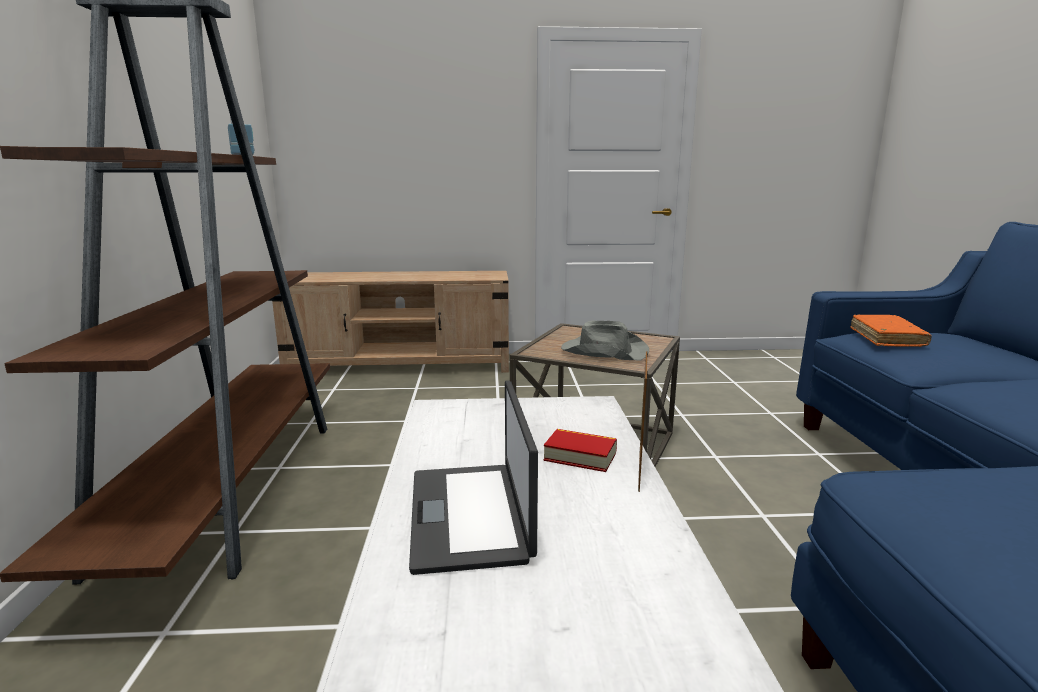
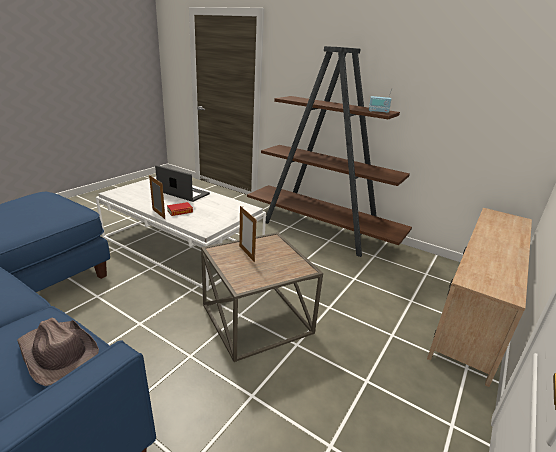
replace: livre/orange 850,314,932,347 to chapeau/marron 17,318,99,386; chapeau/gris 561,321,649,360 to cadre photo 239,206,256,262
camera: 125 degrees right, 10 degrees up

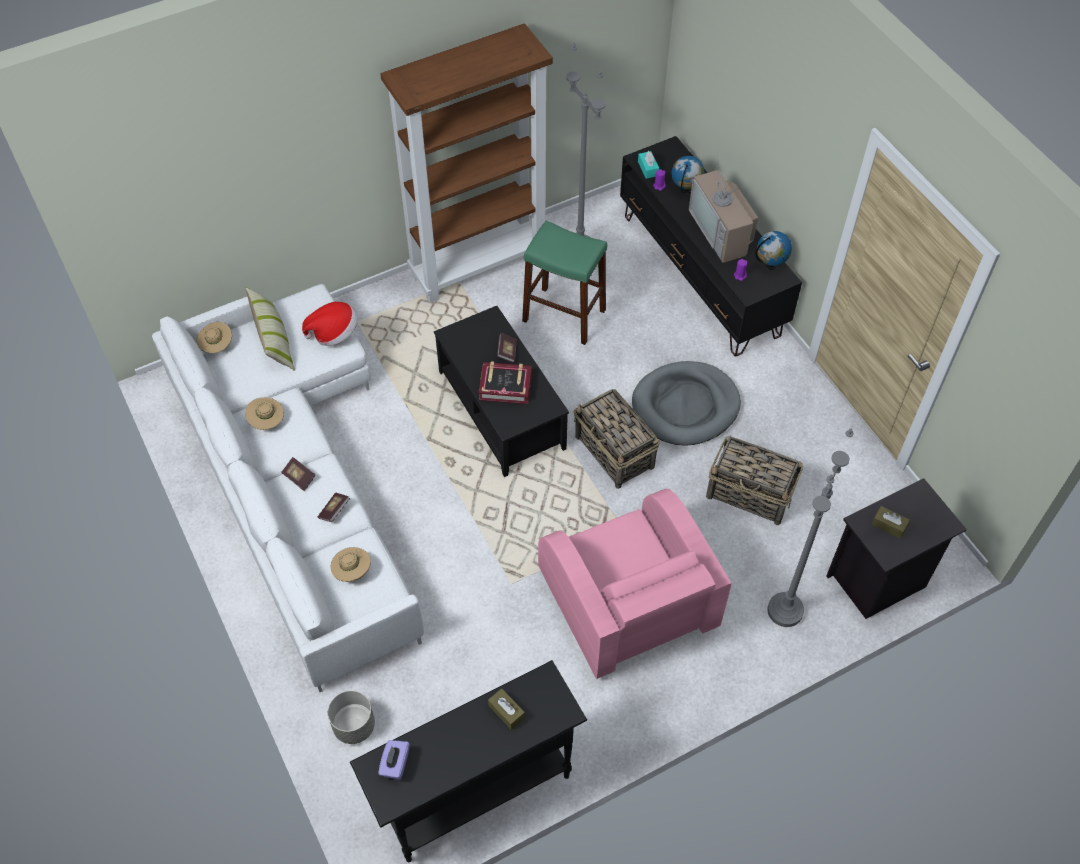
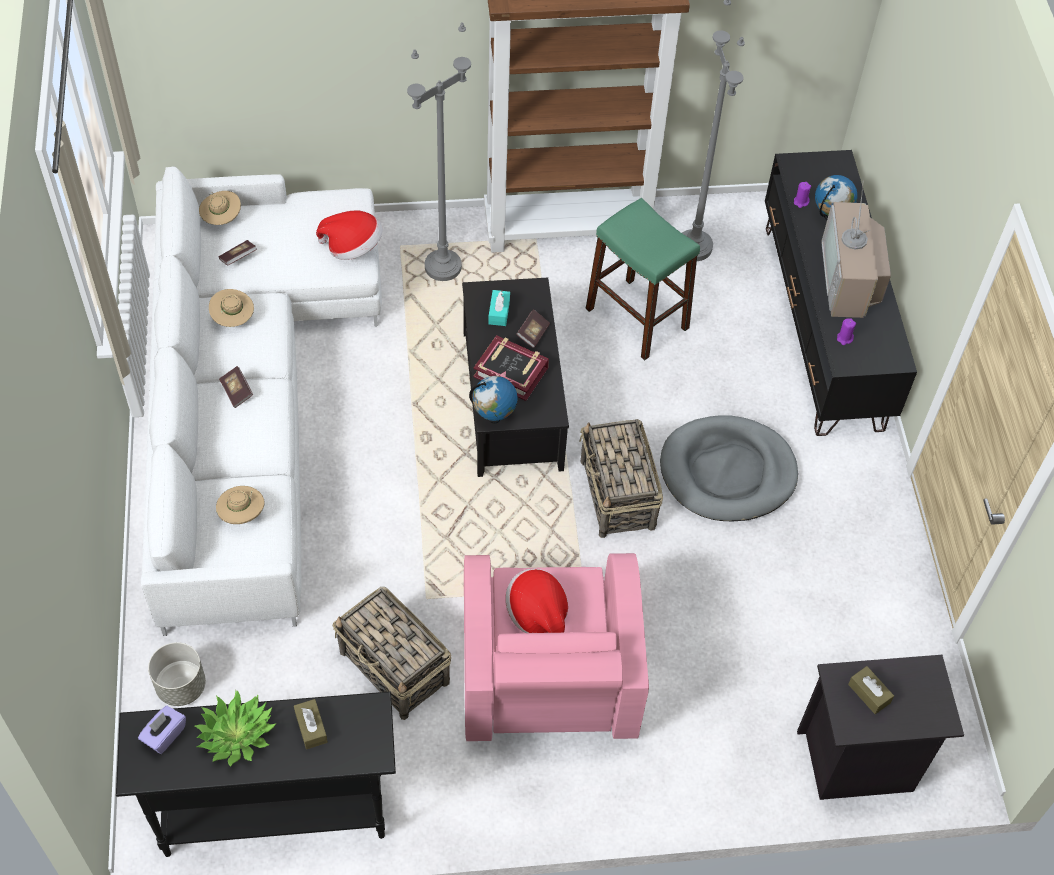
delete: coussin 245,287,295,371
insert: plante en pot 195,690,276,767; chapeau 505,568,568,633
move: livre 318,493,350,522 to 219,240,257,265; panier 706,436,803,525 to 332,587,451,720; lampadaire/gris 767,428,853,627 to 407,22,471,281; globe 755,231,792,270 to 469,376,518,424; boîte à mouchoirs/turquoise 638,151,659,179 to 488,290,510,326
camera: 20 degrees right, 0 degrees up

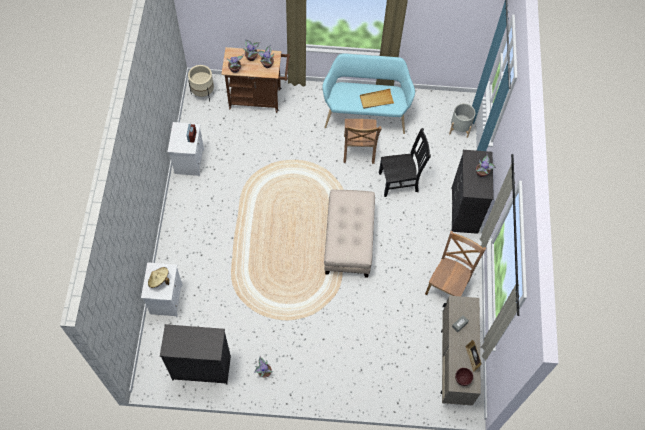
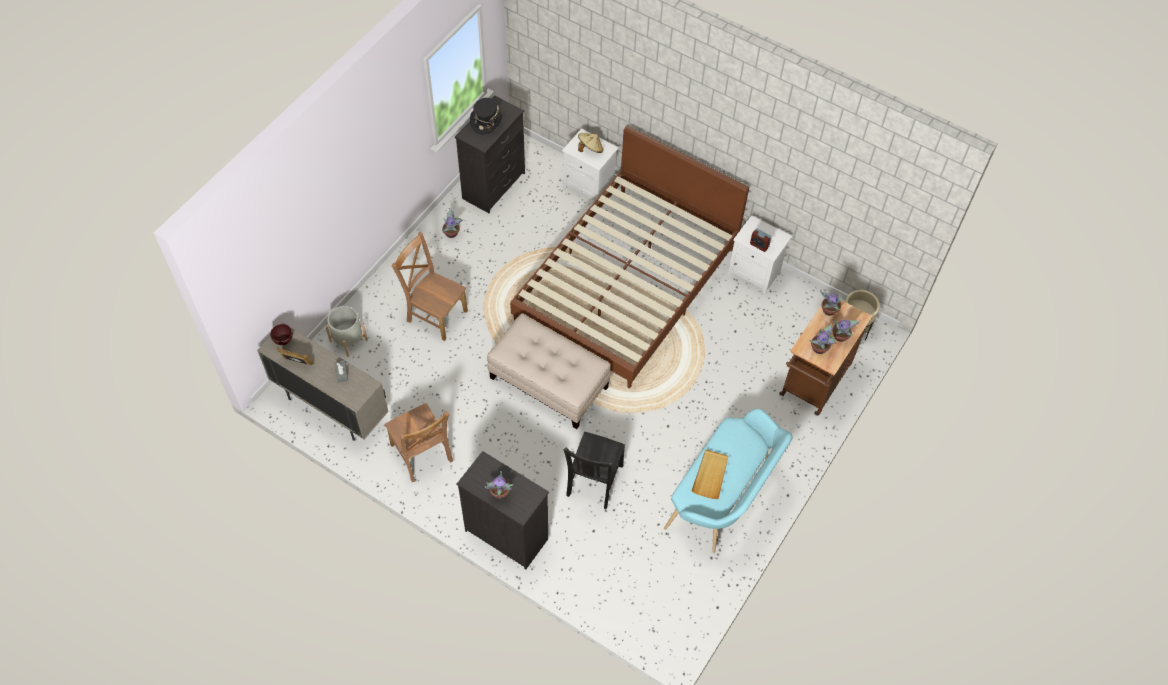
insert: chapeau/noir 470,98,502,135; lit/marron 510,125,749,388
move: cache-pot/gris 449,103,475,138 to 325,306,368,357; chaise/marron 343,119,382,164 to 392,232,468,341
camera: 120 degrees right, 5 degrees down

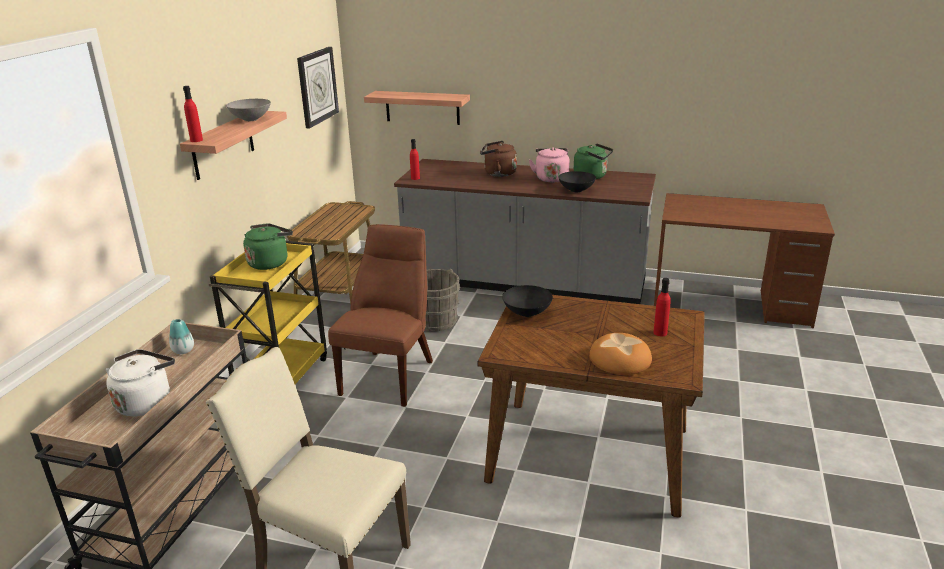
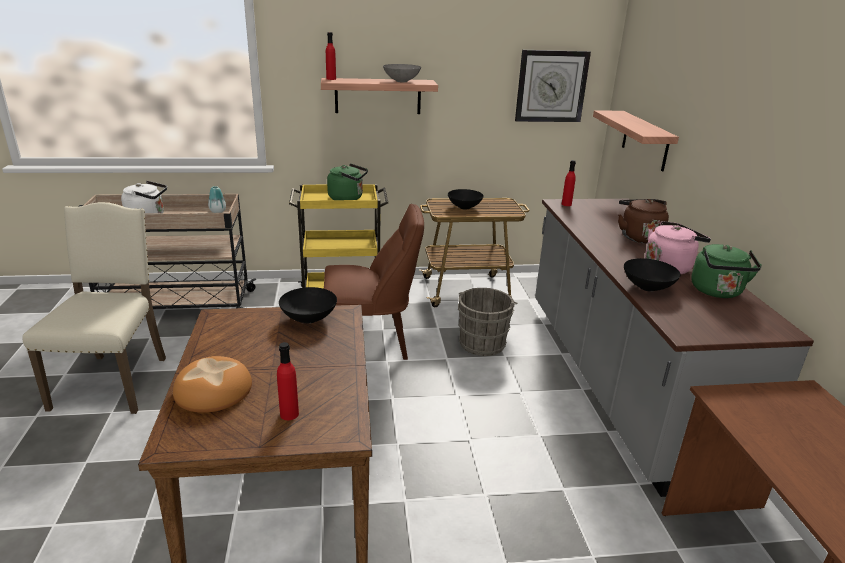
insert: bol/noir 448,189,484,210
camera: 65 degrees right, 0 degrees up

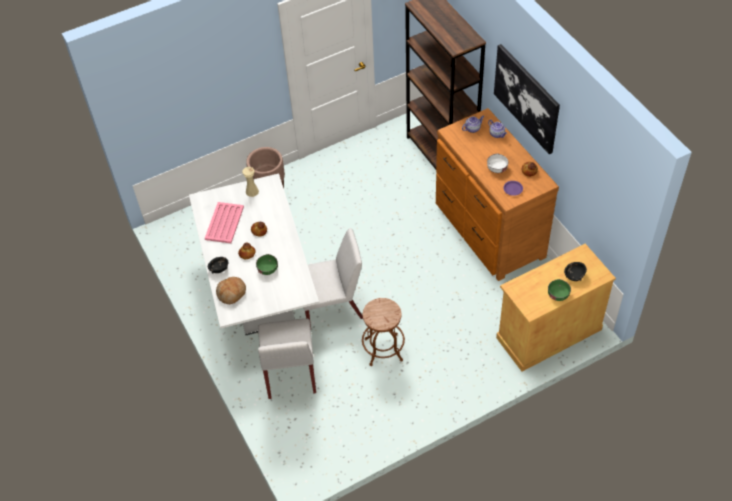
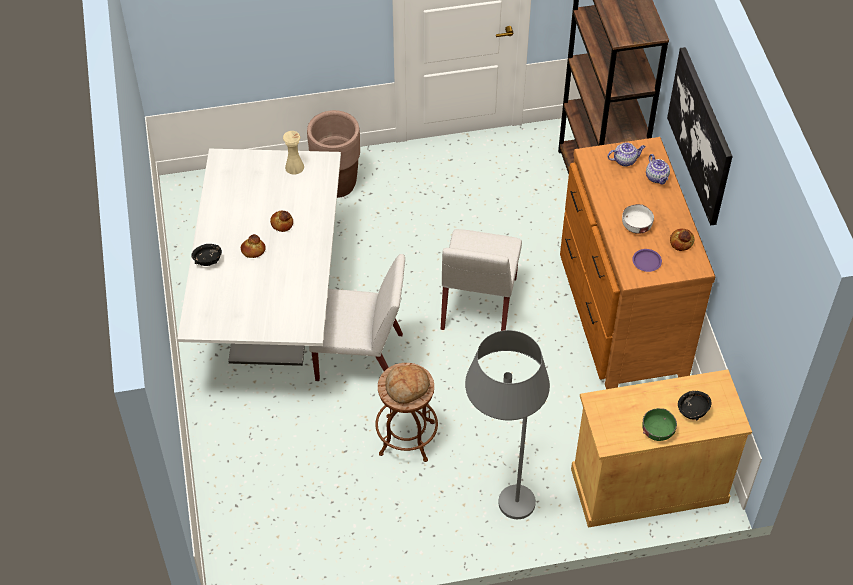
delete: plateau/rose 205,202,244,243; bol/vert 256,254,278,275
insert: lampadaire/gris 465,330,550,519
move: pain 216,277,246,304 to 385,365,430,404; chaise/blanc 258,318,316,399 to 441,229,522,331
camera: 15 degrees right, 0 degrees up

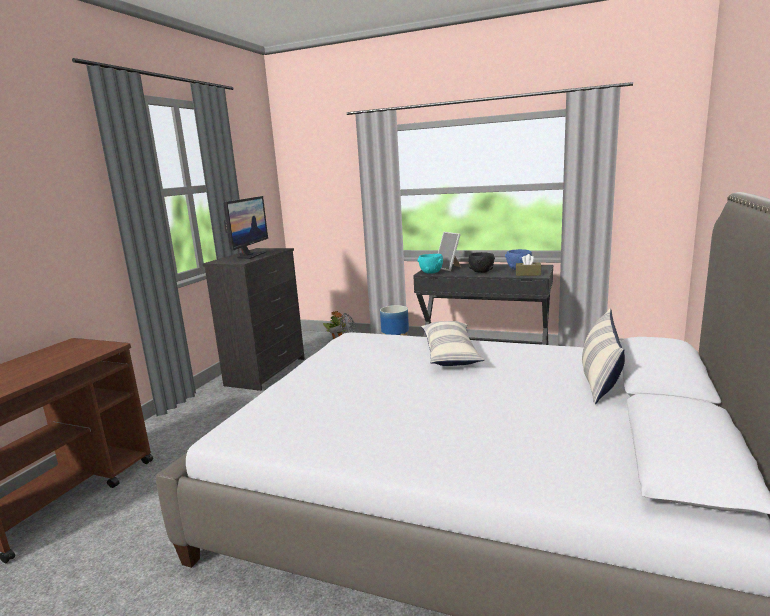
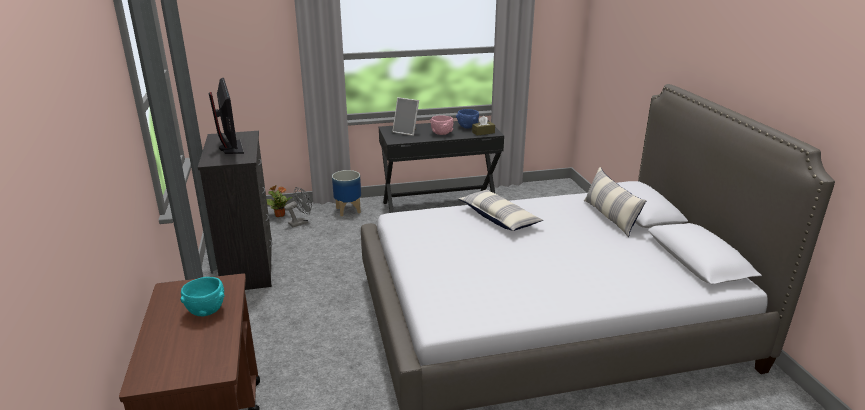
move: bol/turquoise 417,254,443,274 to 180,277,225,316
recolor: bol/noir 468,252,495,273 to bol/rose 430,115,454,135
camera: 35 degrees left, 10 degrees up

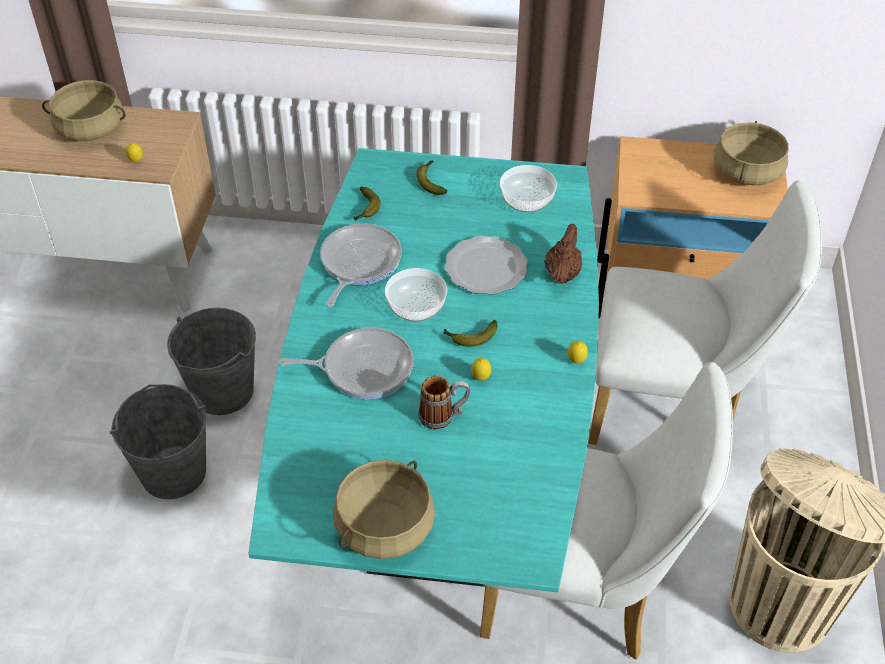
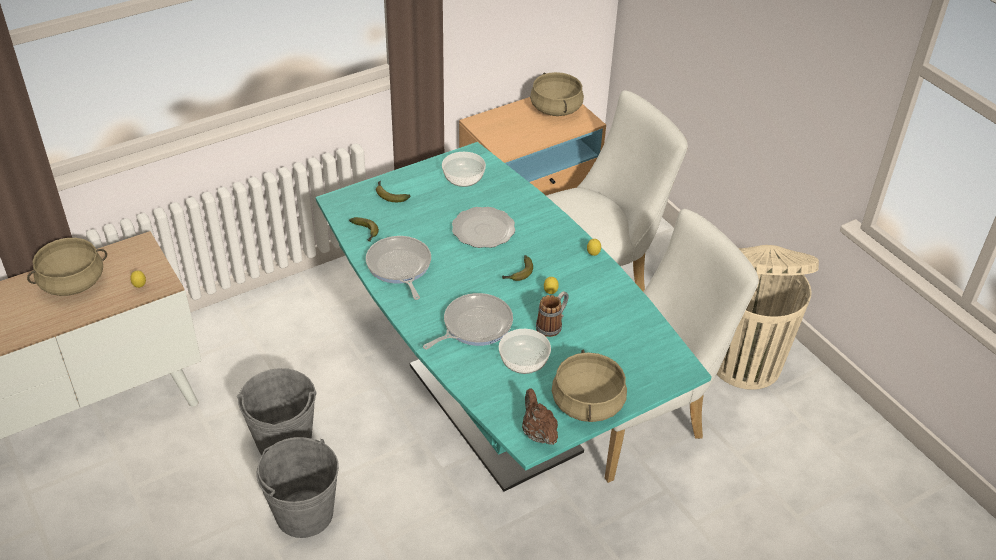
move: bol 385,268,447,322 to 499,329,551,374; théière/marron 544,224,583,284 to 522,388,558,445
camera: 40 degrees left, 5 degrees down

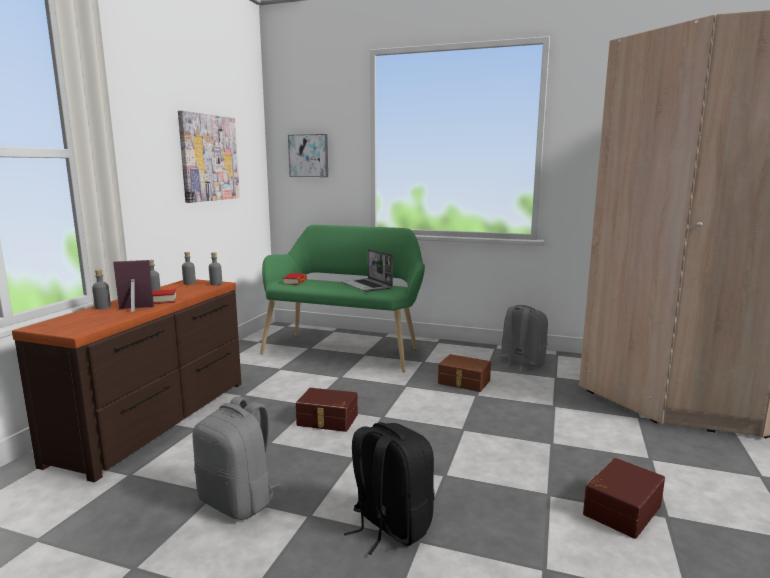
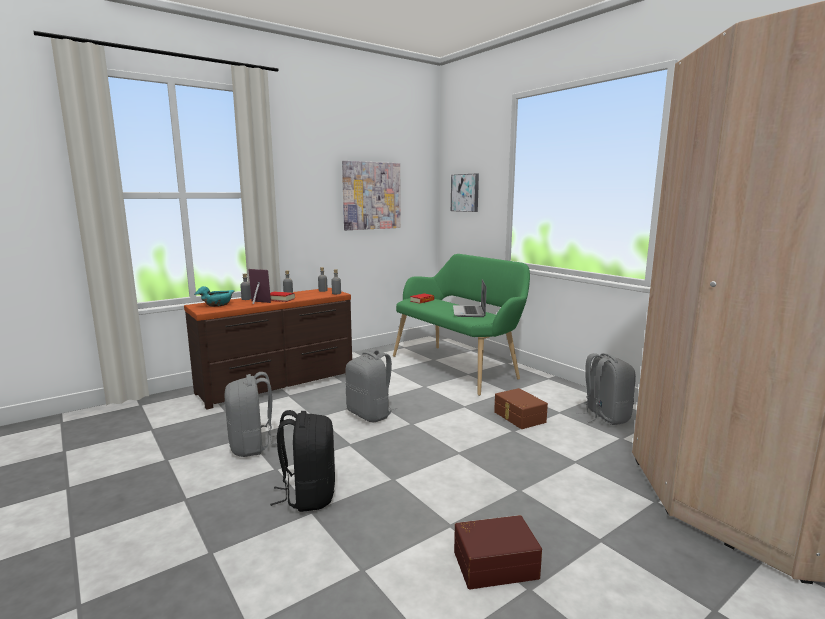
insert: bol/turquoise 194,286,234,307
replace: boîte de rangement/marron 296,388,358,432 to sac à dos/gris 346,349,397,422
camera: 35 degrees right, 0 degrees up

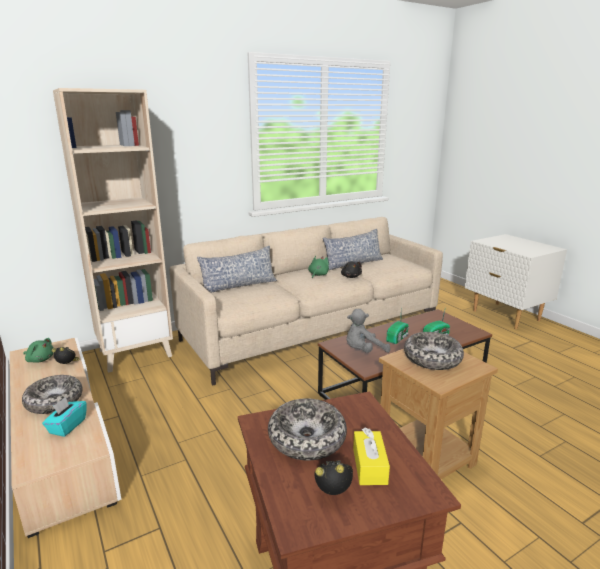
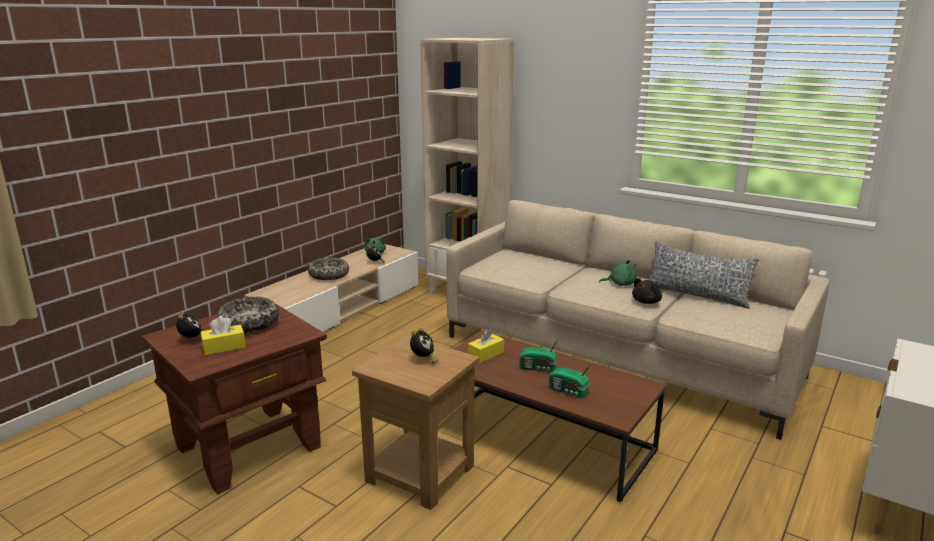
delete: boîte à mouchoirs/turquoise 42,397,87,437; coussin 197,246,277,293
replace: bol 404,332,464,370 to réveil 410,328,438,364; peluche/gris 347,309,390,353 to boîte à mouchoirs/jaune 468,329,504,363
camera: 65 degrees right, 0 degrees up

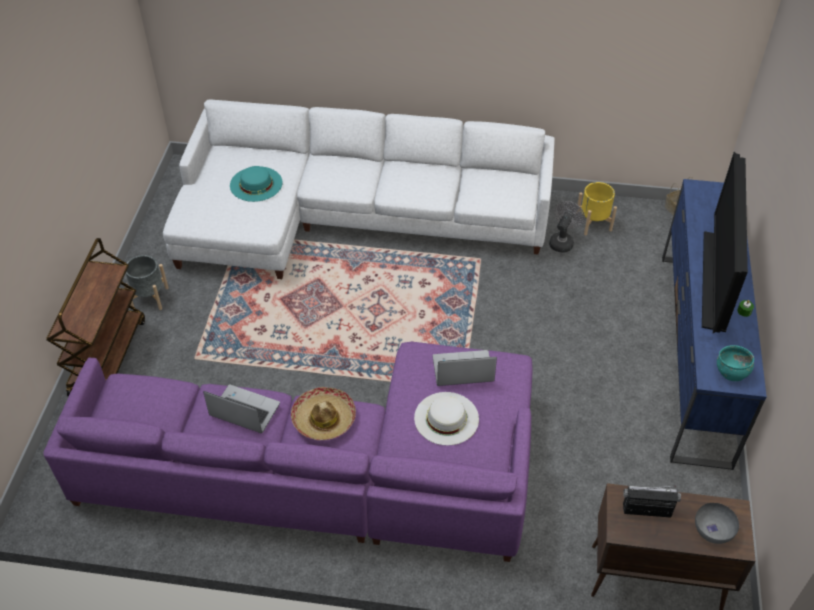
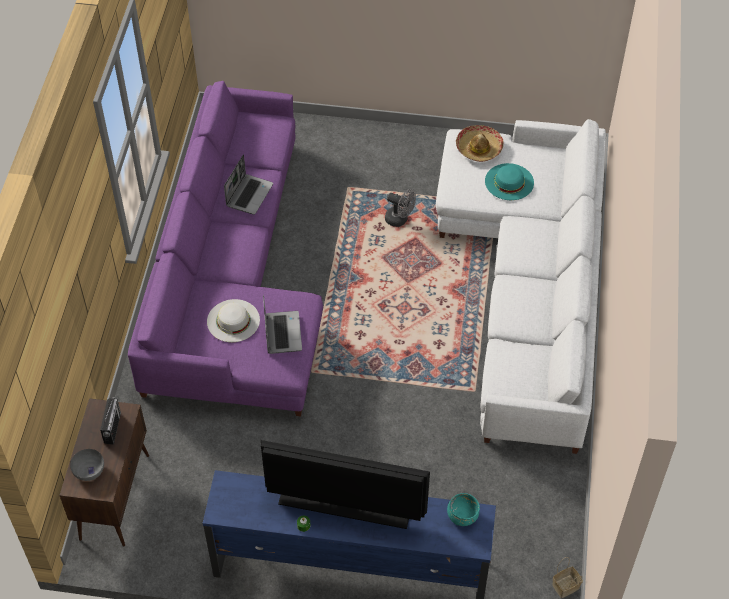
delete: chariot/marron 46,238,145,397; cache-pot/gris 124,255,169,310; cache-pot/jaune 576,182,617,235
move: ventilateur/gris 549,201,585,253 to 385,189,416,227; bol/turquoise 717,345,754,381 to 447,493,480,526; chapeau 291,387,356,440 to 456,125,504,162
camera: 90 degrees right, 5 degrees up

